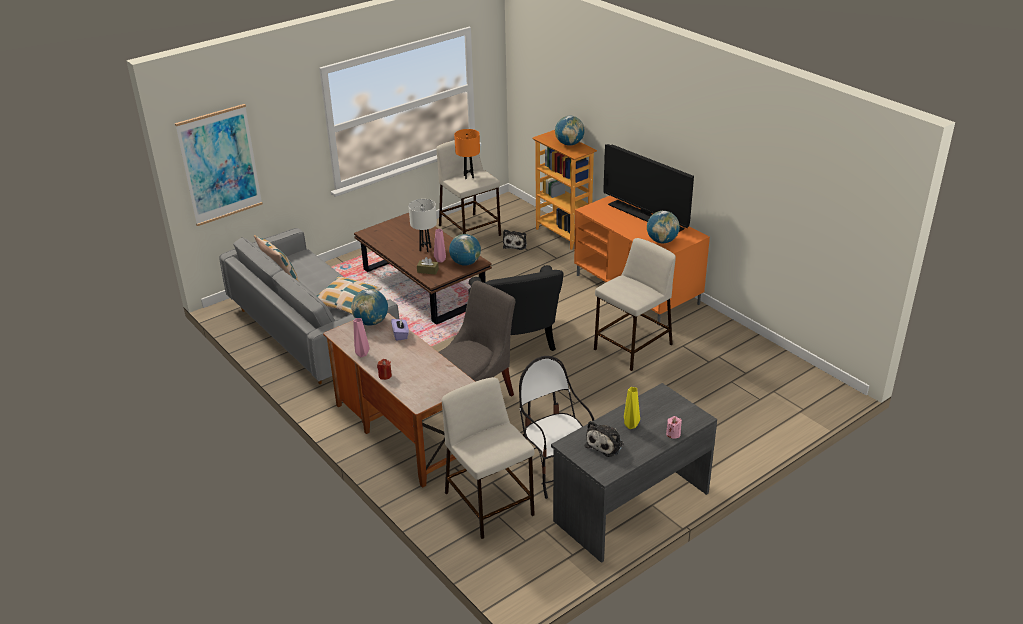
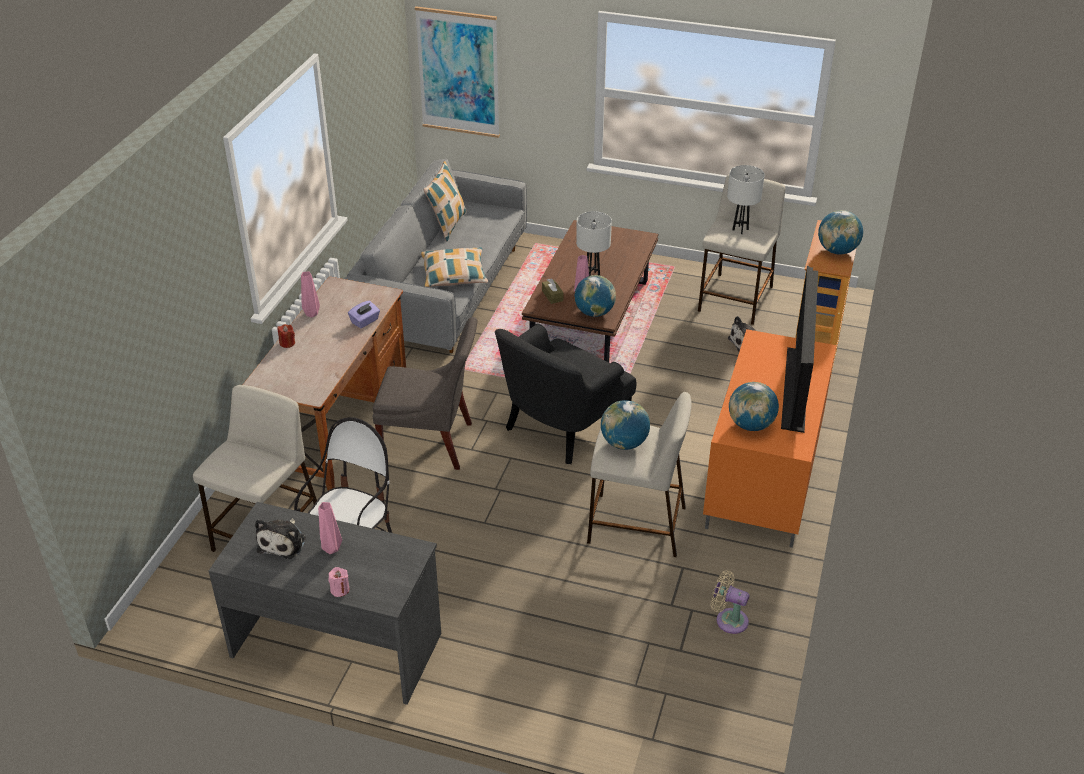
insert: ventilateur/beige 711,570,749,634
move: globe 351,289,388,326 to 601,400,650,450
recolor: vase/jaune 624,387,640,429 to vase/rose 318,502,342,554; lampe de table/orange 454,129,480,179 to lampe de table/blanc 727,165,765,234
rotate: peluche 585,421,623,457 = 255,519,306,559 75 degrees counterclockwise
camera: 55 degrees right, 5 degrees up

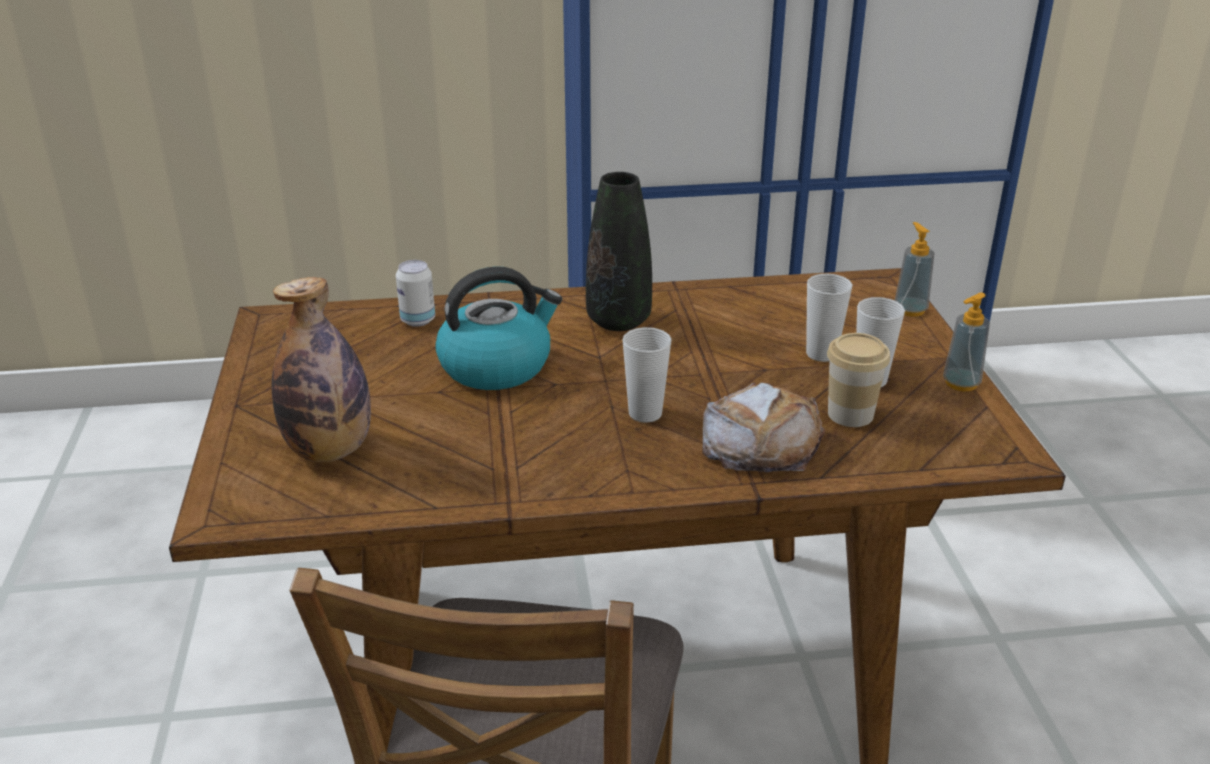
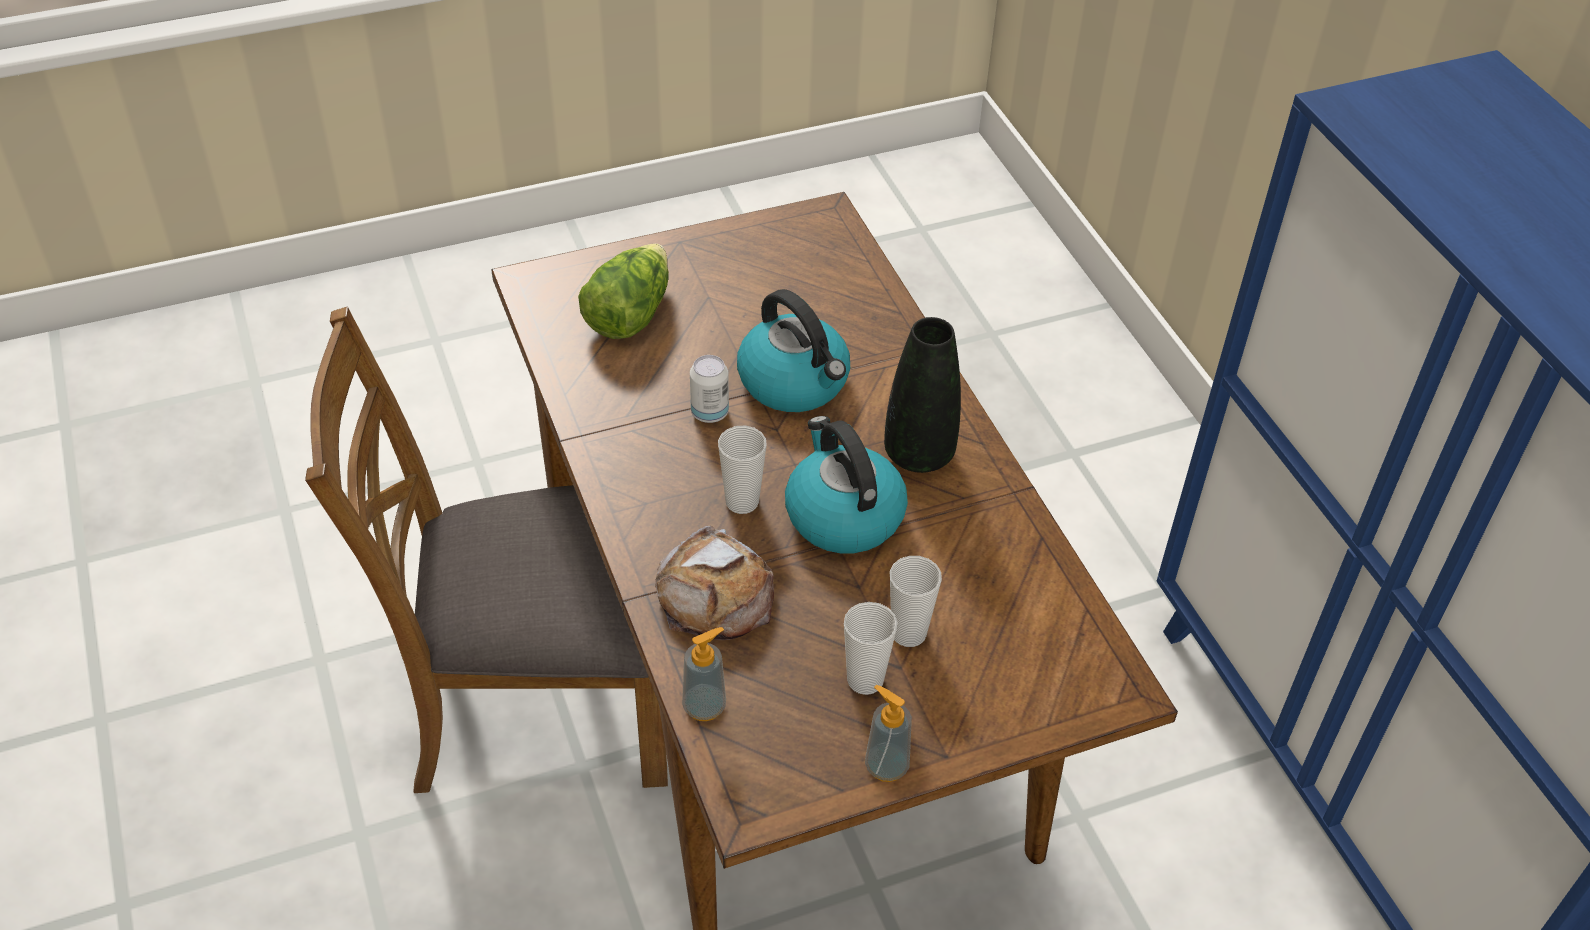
delete: tasse 827,333,890,427
insert: bouilloire 785,416,908,553
move: distributeur de savon 895,222,935,317 to 682,627,726,721; boîte métallique 396,260,435,327 to 690,355,729,423
replace: bouteille 272,277,371,462 to laitue 578,244,669,339
camera: 75 degrees right, 15 degrees up

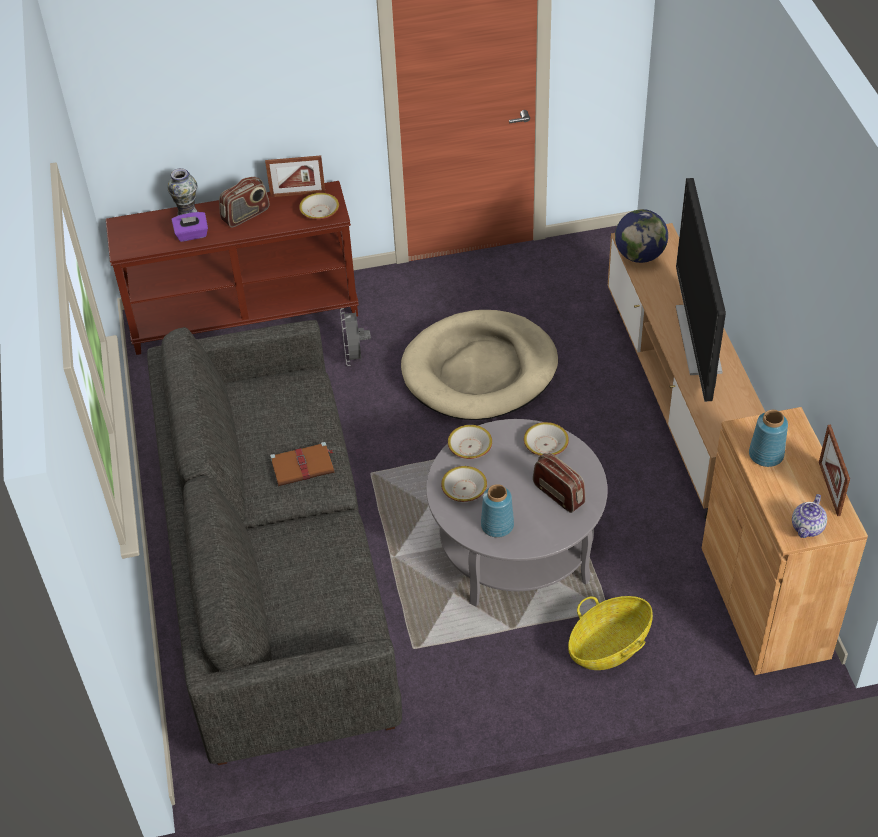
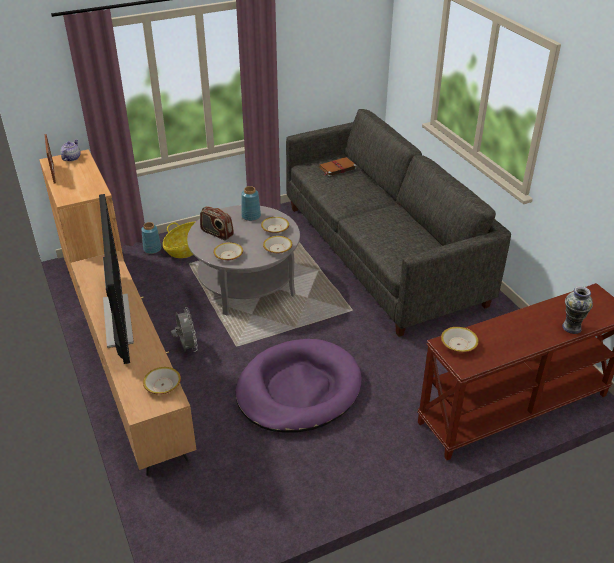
delete: boîte à mouchoirs/violet 172,212,208,242; radio 219,177,269,228; cadre photo 265,155,325,197
move: vase/bleu 749,410,788,467 to 141,222,161,254; ventilateur/gris 340,308,371,366 to 171,307,198,352; livre/marron 270,442,334,486 to 319,157,357,177
replace: globe 615,209,668,263 to bol 143,367,181,394
recolor: panier pour chien/beige 401,310,558,420 to panier pour chien/violet 235,339,362,433
camera: 165 degrees right, 10 degrees down

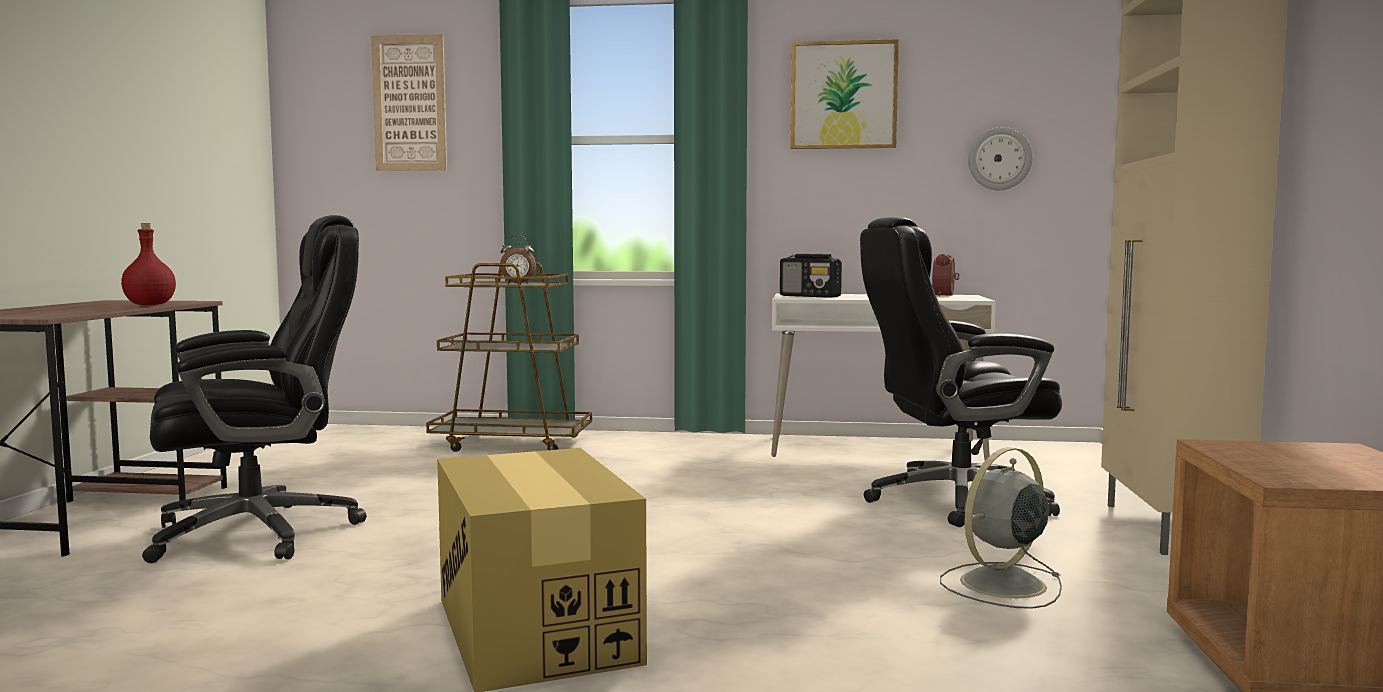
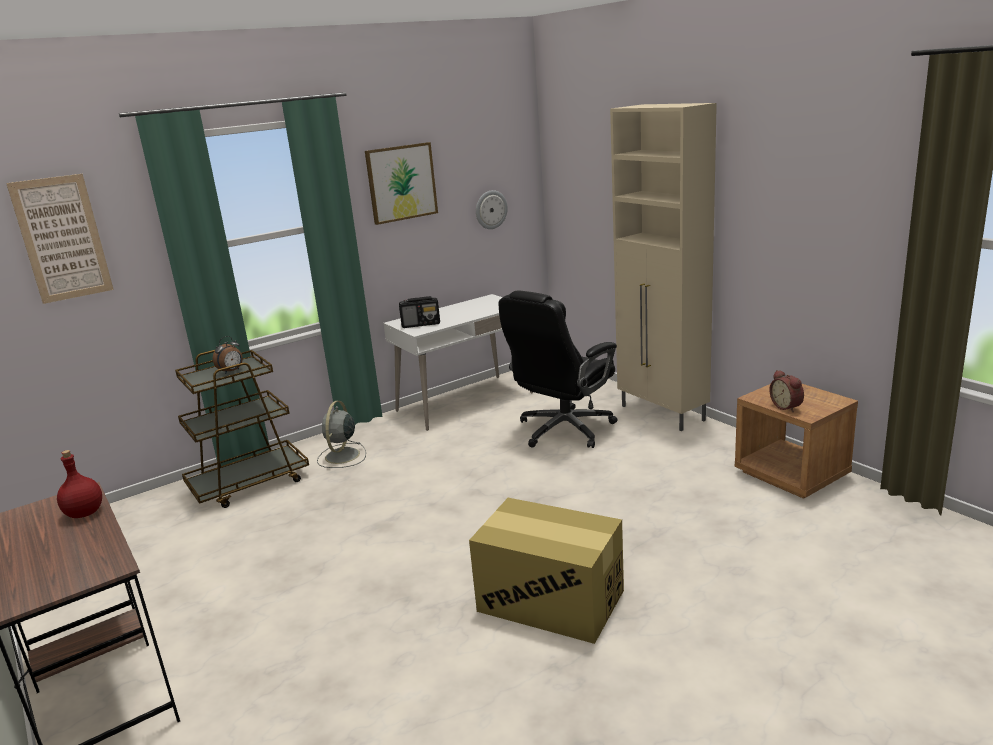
delete: chaise de bureau/noir 142,215,367,563
move: ventilateur/gris 940,447,1062,609 to 317,401,366,468; réveil 932,253,959,296 to 769,370,804,412
camera: 40 degrees left, 15 degrees up

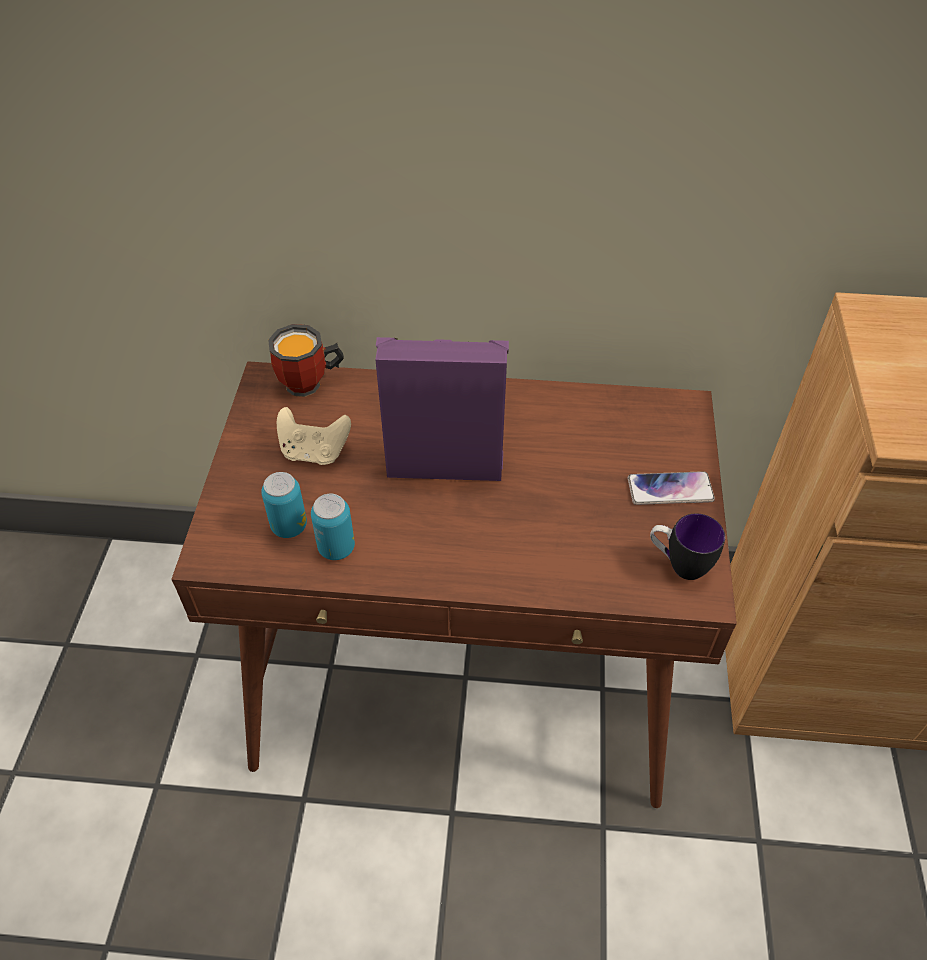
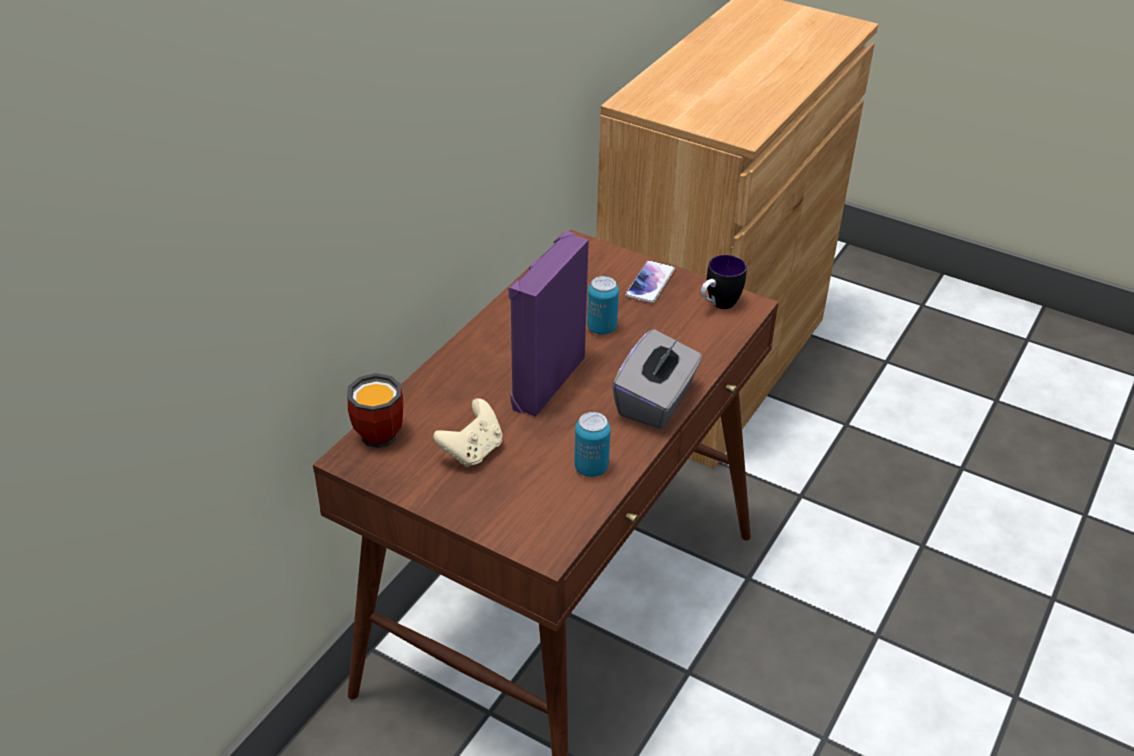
insert: boîte à mouchoirs/gris 612,329,702,429
move: boîte métallique 261,472,307,538 to 587,276,619,335
camera: 65 degrees left, 10 degrees down

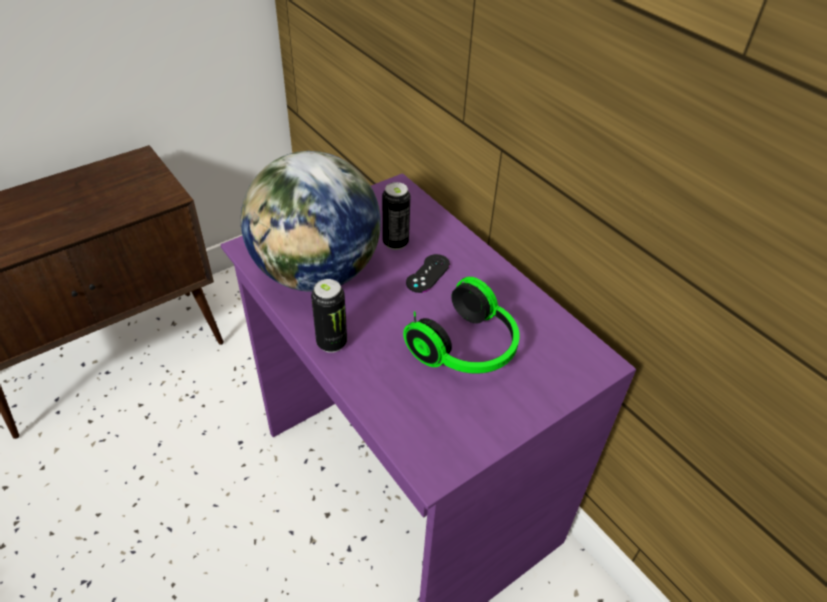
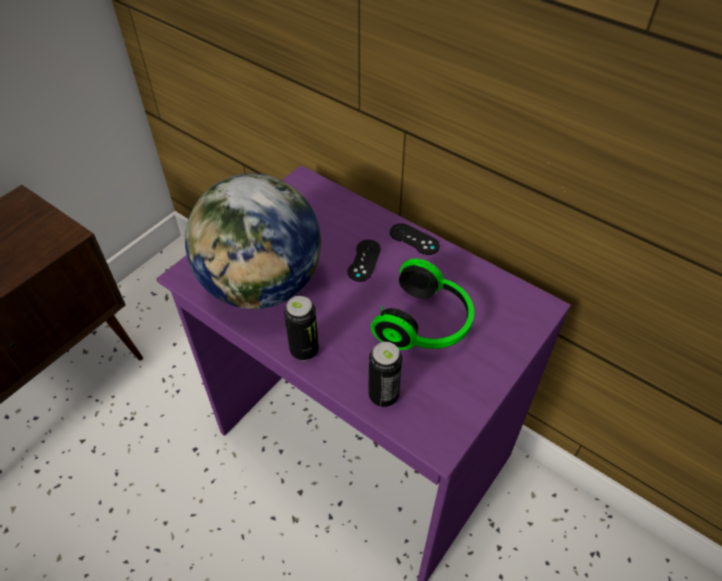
insert: manette/noir 390,223,440,255
move: boîte métallique 382,182,410,250 to 368,342,402,407
camera: 15 degrees left, 5 degrees up

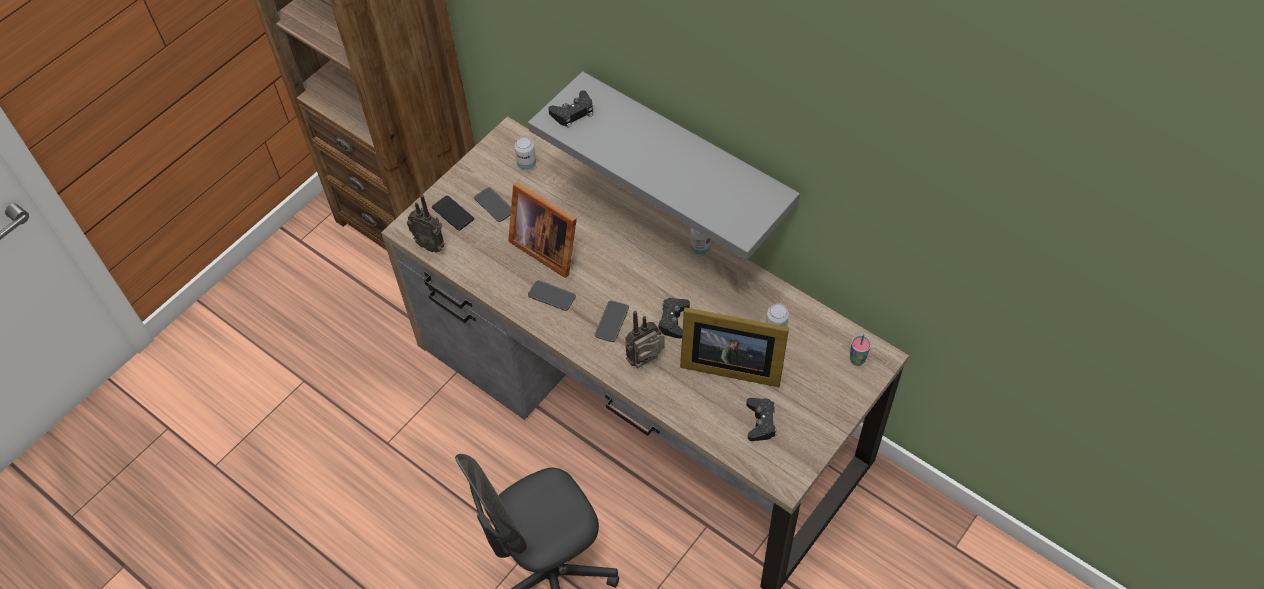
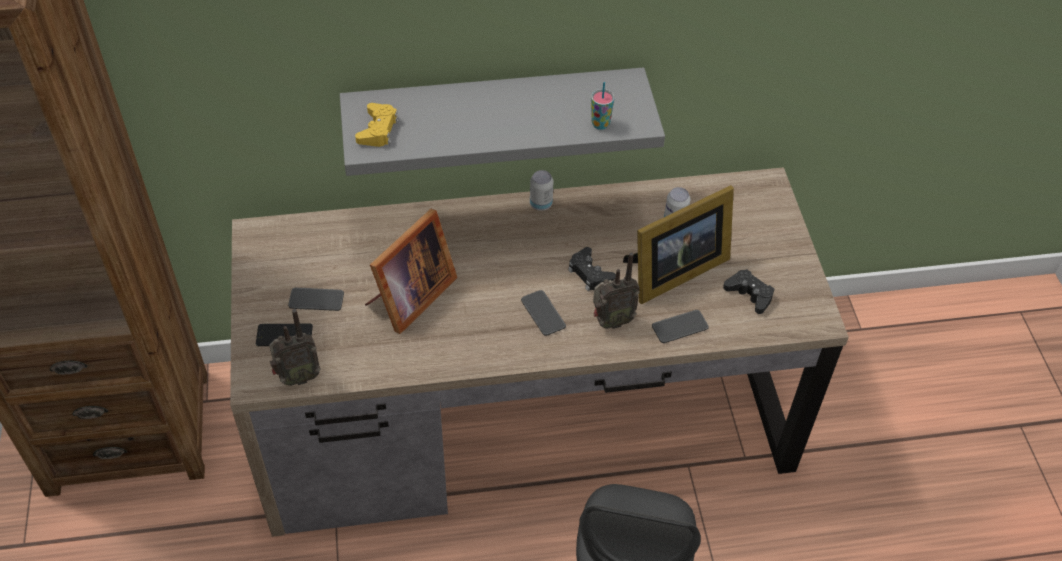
delete: boîte métallique 514,136,536,170
move: tasse 850,335,871,366 to 591,82,614,130; téléphone 528,280,576,311 to 652,310,709,343
recolor: manette/noir 548,90,593,128 to manette/jaune 355,103,399,147
rotate: cadre photo 508,182,577,278 = 365,209,457,334 45 degrees counterclockwise; radio 625,311,664,369 = 593,252,640,329 120 degrees counterclockwise
camera: 50 degrees left, 5 degrees down

